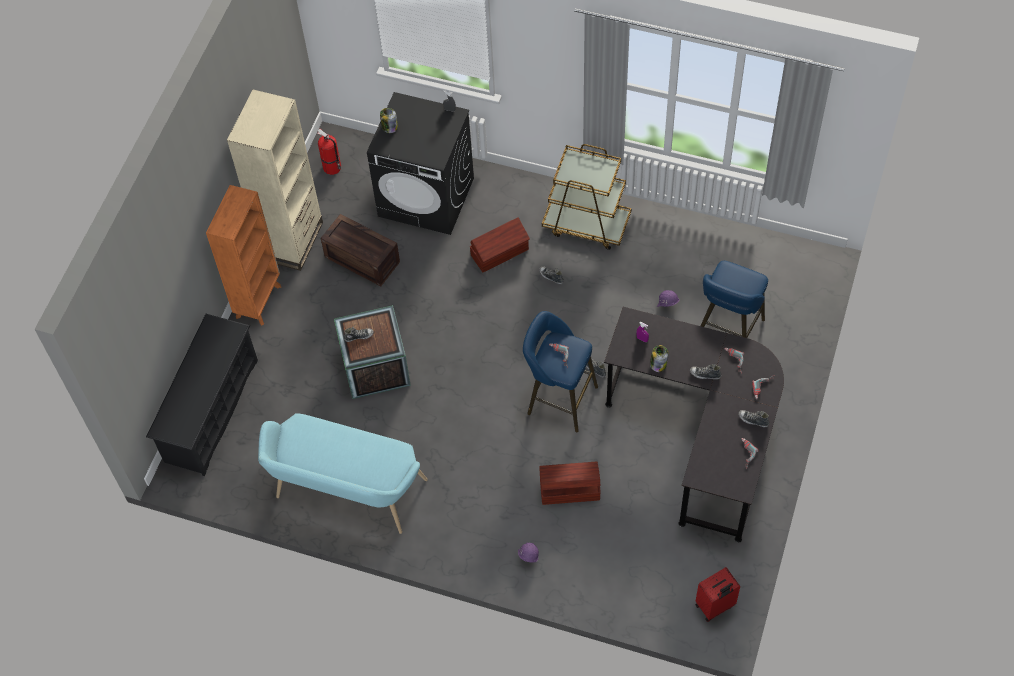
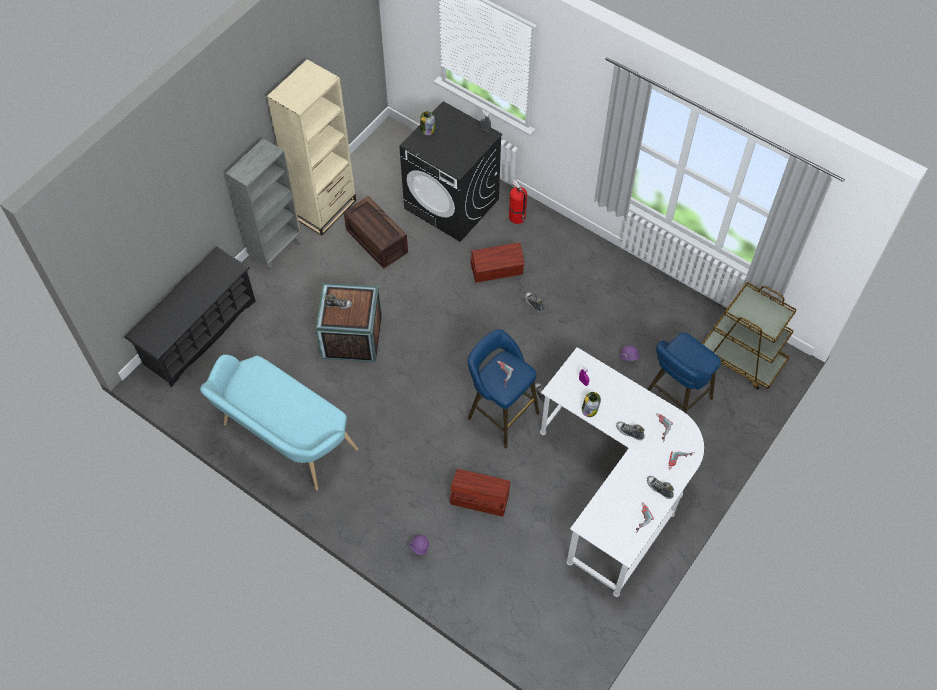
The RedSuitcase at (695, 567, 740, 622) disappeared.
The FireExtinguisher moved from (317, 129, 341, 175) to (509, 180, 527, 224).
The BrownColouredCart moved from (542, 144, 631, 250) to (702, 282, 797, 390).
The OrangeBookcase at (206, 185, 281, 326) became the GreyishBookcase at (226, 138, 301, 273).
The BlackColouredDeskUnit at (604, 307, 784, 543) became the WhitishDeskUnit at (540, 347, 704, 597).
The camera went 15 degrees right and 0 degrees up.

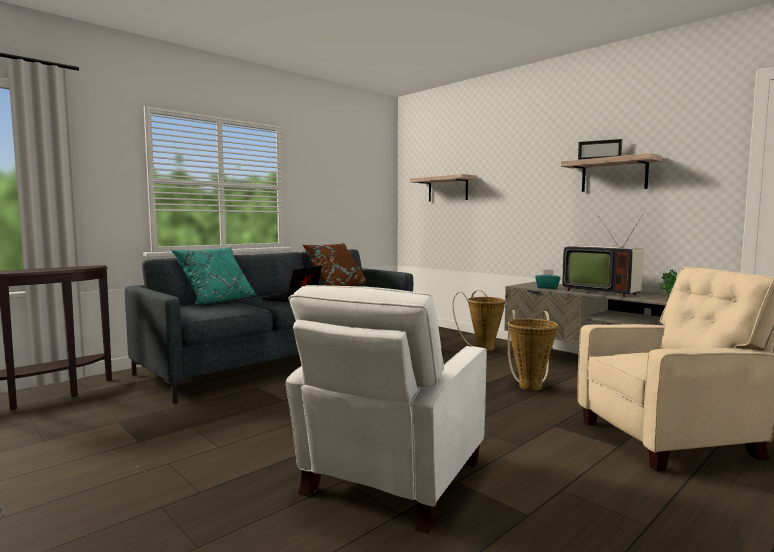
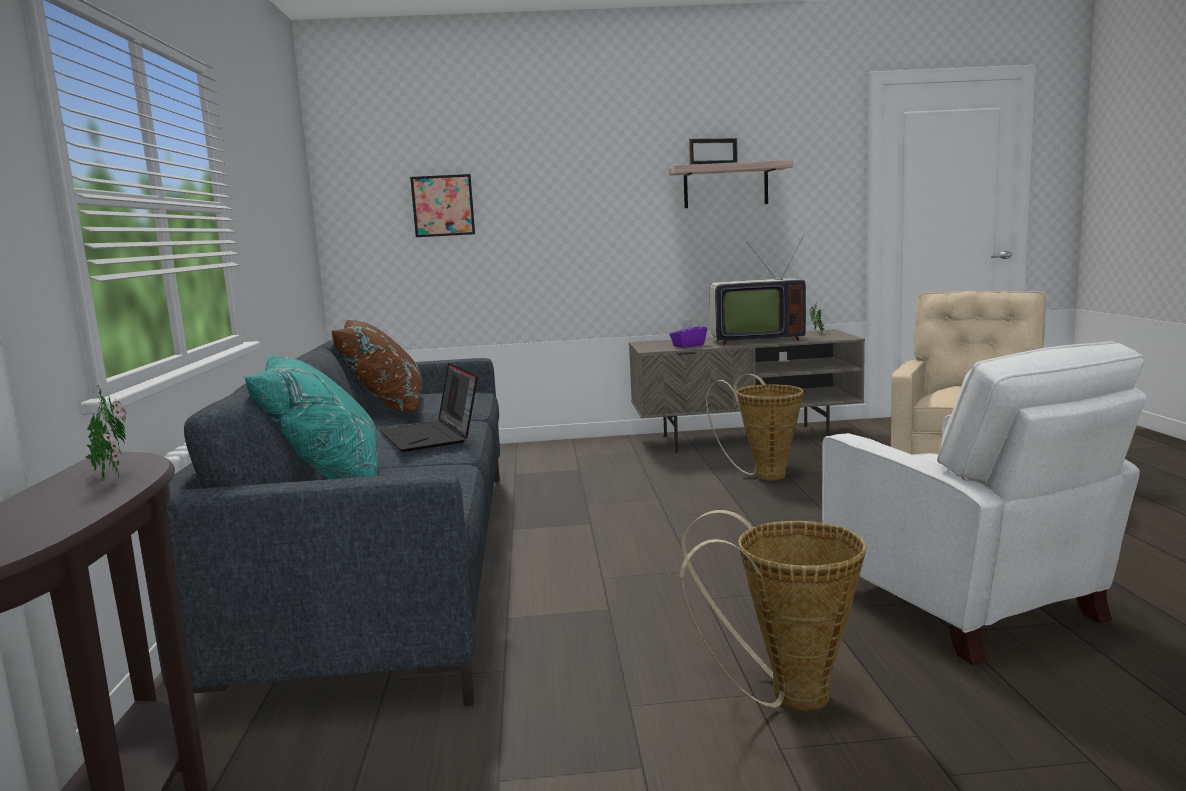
The PlantInAPot at (86, 387, 127, 481) appeared.
The Basket moved from (453, 290, 505, 351) to (680, 510, 866, 711).
The BracketShelf at (410, 174, 475, 202) was replaced by the WallPicture at (410, 174, 475, 237).
The TurquoiseColouredTissueBox at (535, 269, 560, 289) became the PurplishTissueBox at (670, 319, 707, 348).
The camera went 50 degrees left and 5 degrees up.

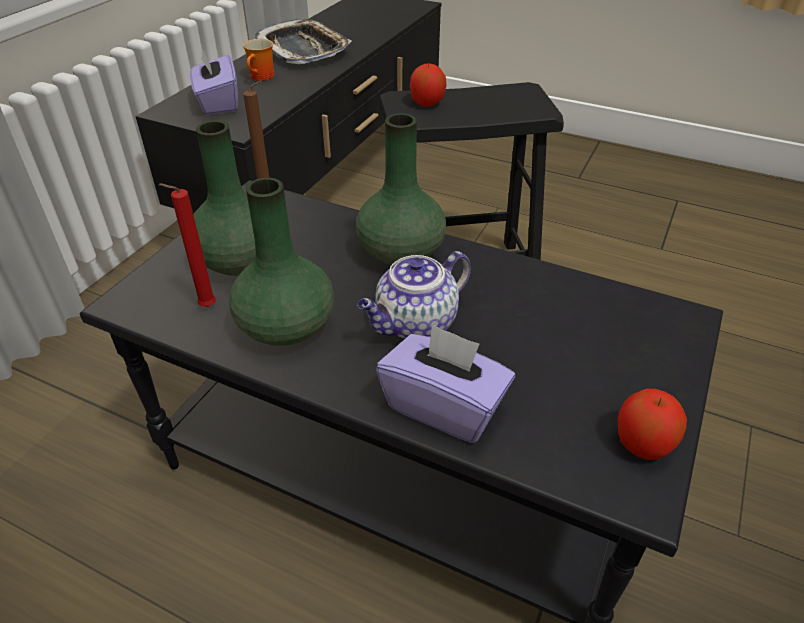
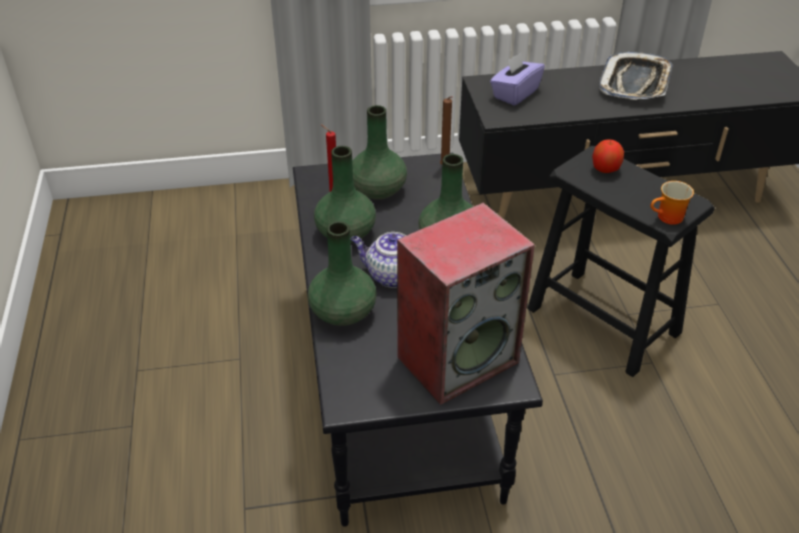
The AppleFruit at (618, 389, 687, 460) disappeared.
The Loudspeaker at (397, 203, 535, 405) appeared.
The CoffeeMug moved from (243, 39, 274, 81) to (651, 181, 694, 225).
The PurplishTissueBox at (376, 324, 515, 443) was replaced by the GreenishVase at (308, 221, 376, 326).
The camera went 55 degrees right and 0 degrees up.

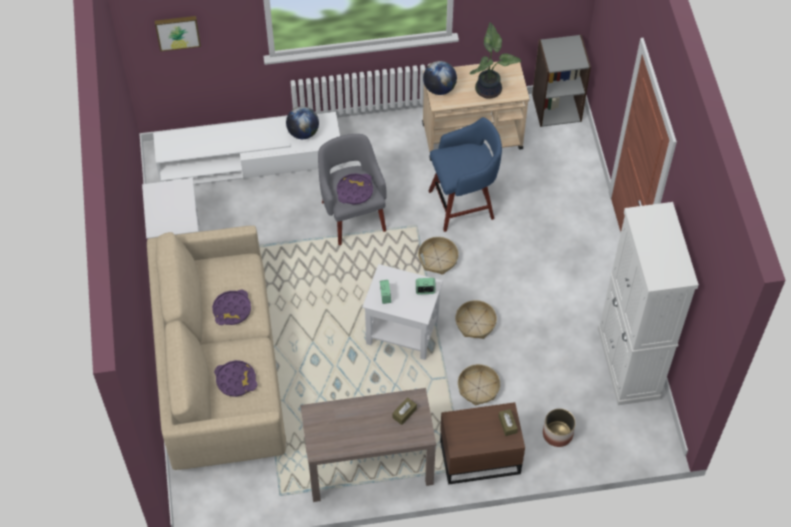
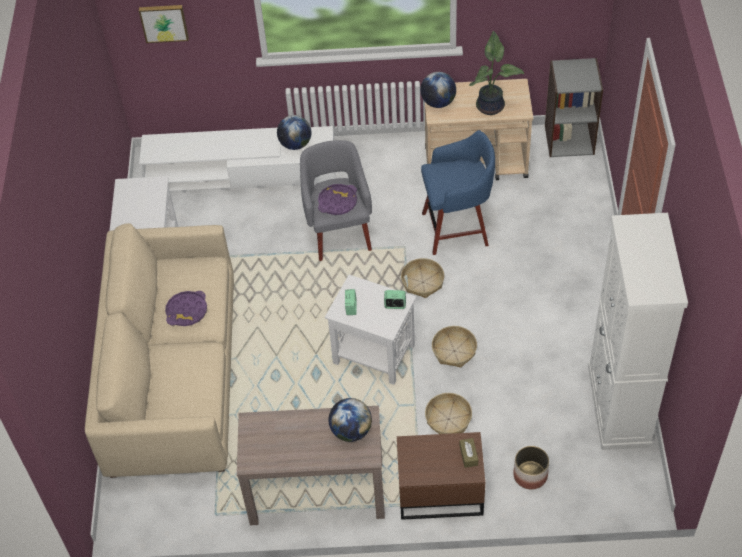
The PurplishCarryingTray at (214, 360, 257, 397) disappeared.
The BrownColouredTissueBox at (392, 397, 417, 425) was replaced by the DeskGlobe at (329, 398, 372, 442).
The camera went 10 degrees right and 5 degrees down.

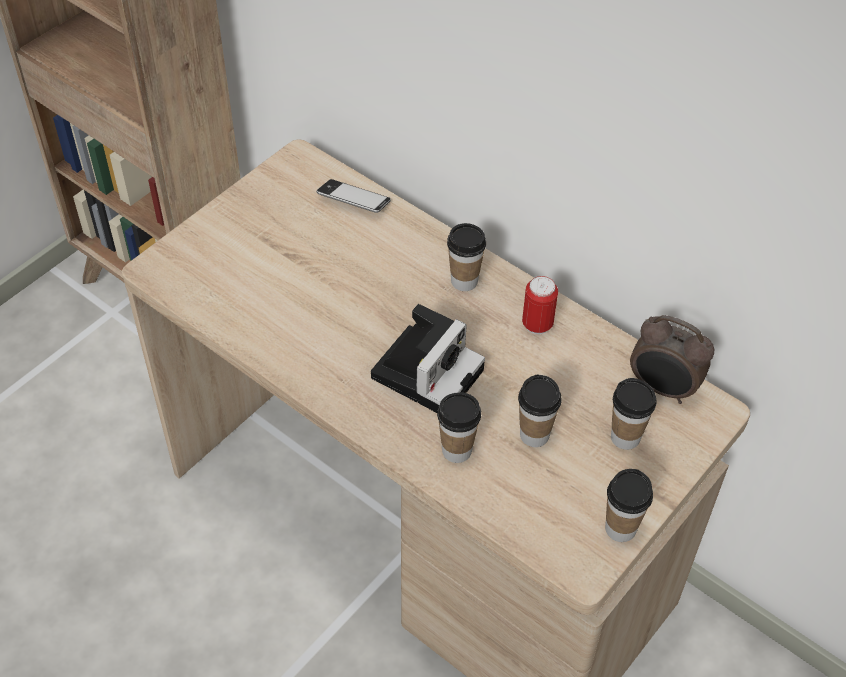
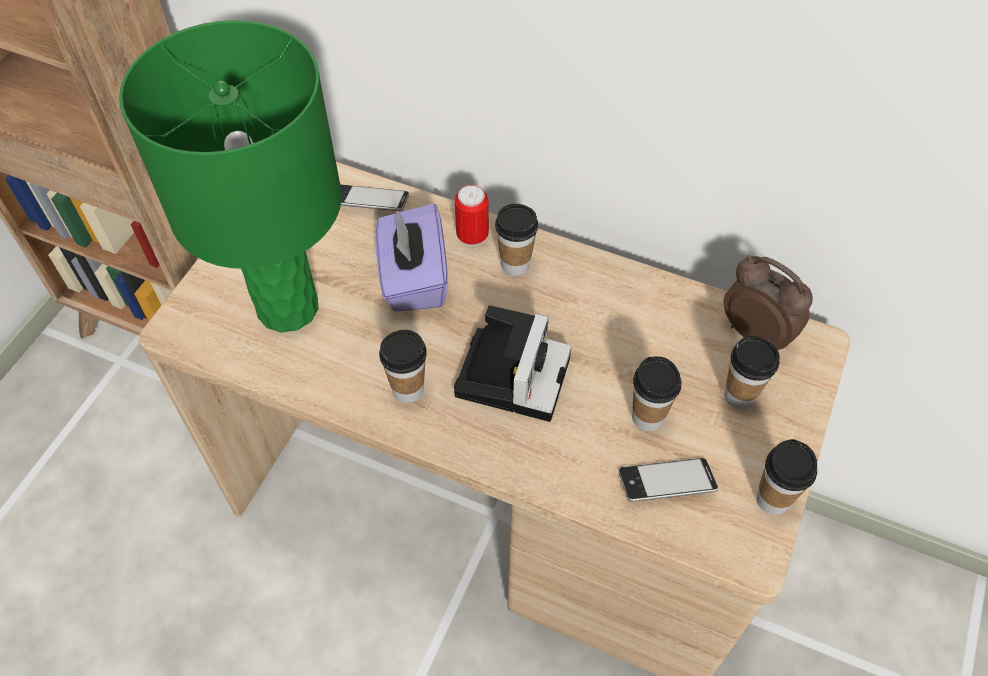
The GreenishLampForATable at (119, 20, 342, 333) appeared.
The PurplishTissueBox at (375, 203, 448, 312) appeared.
The Telephone at (619, 458, 718, 502) appeared.
The DrinkingCup moved from (437, 392, 481, 463) to (379, 330, 427, 403).
The MetalCan moved from (522, 276, 558, 334) to (455, 185, 489, 246).
The AlarmClock at (630, 315, 714, 404) turned 150 degrees counterclockwise.
The camera went 15 degrees left and 5 degrees up.

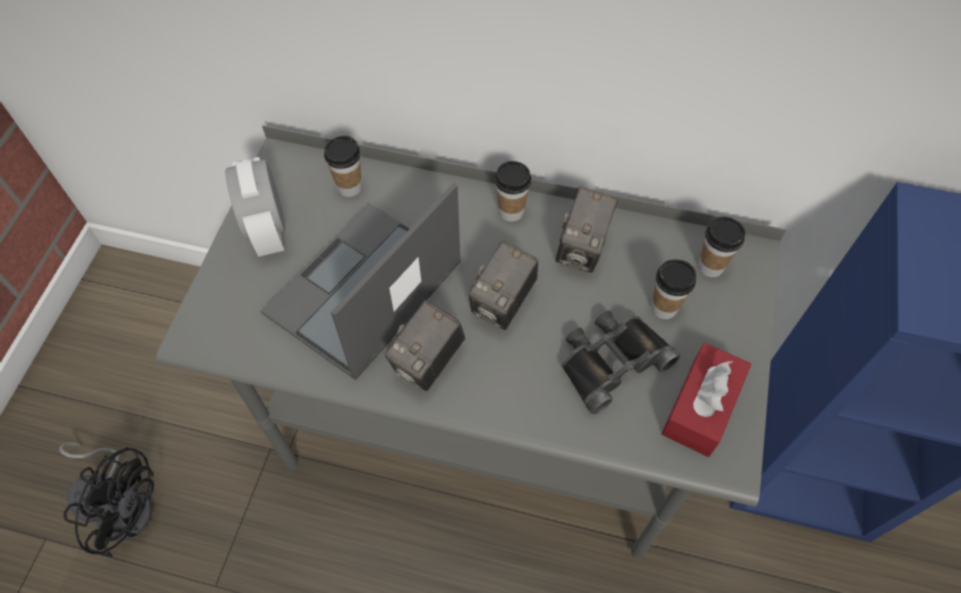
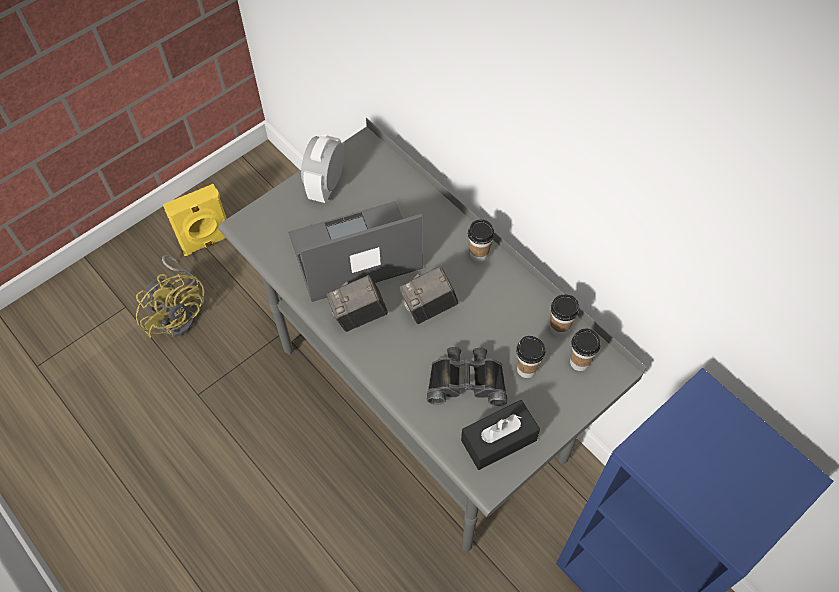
The StillCamera at (556, 186, 618, 273) disappeared.
The YellowLoudspeaker at (163, 184, 227, 256) appeared.
The DrinkingCup moved from (324, 136, 362, 197) to (550, 295, 579, 337).
The BlackColouredFan at (59, 442, 154, 558) became the YellowFan at (136, 255, 204, 338).
The RedTissueBox at (662, 343, 751, 457) became the BlackColouredTissueBox at (461, 400, 540, 470).
The camera went 35 degrees right and 0 degrees up.

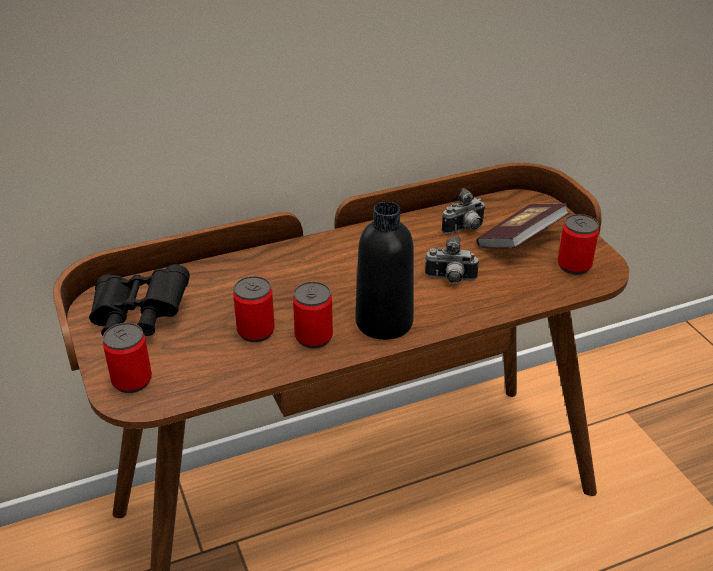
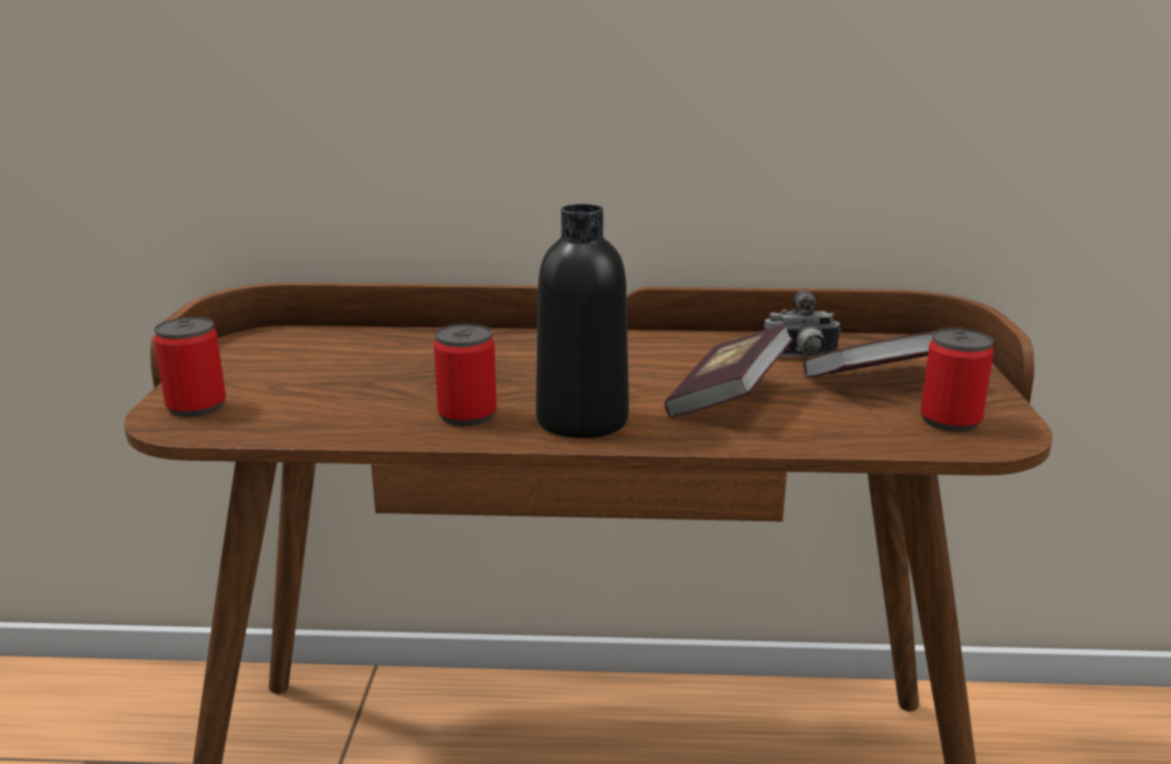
The BlackColouredPairOfBinoculars at (89, 264, 190, 336) disappeared.
The MetalCan at (233, 276, 275, 342) disappeared.
The StillCamera at (425, 236, 479, 283) was replaced by the BoundBook at (664, 324, 793, 417).
The camera went 25 degrees right and 15 degrees down.

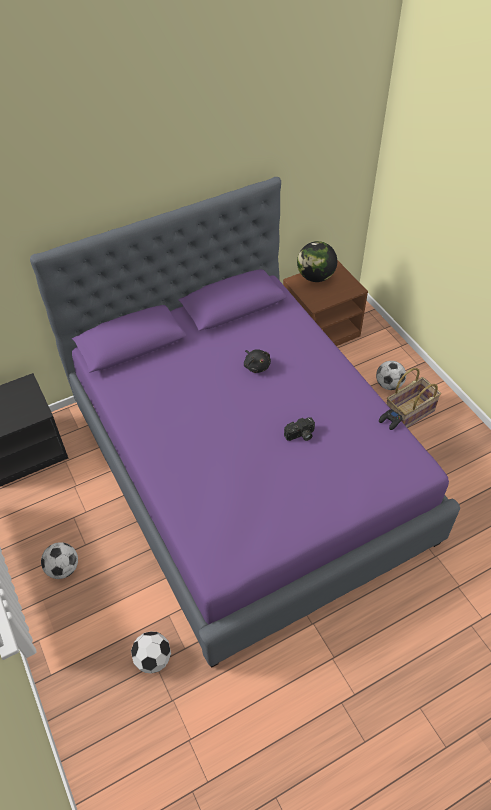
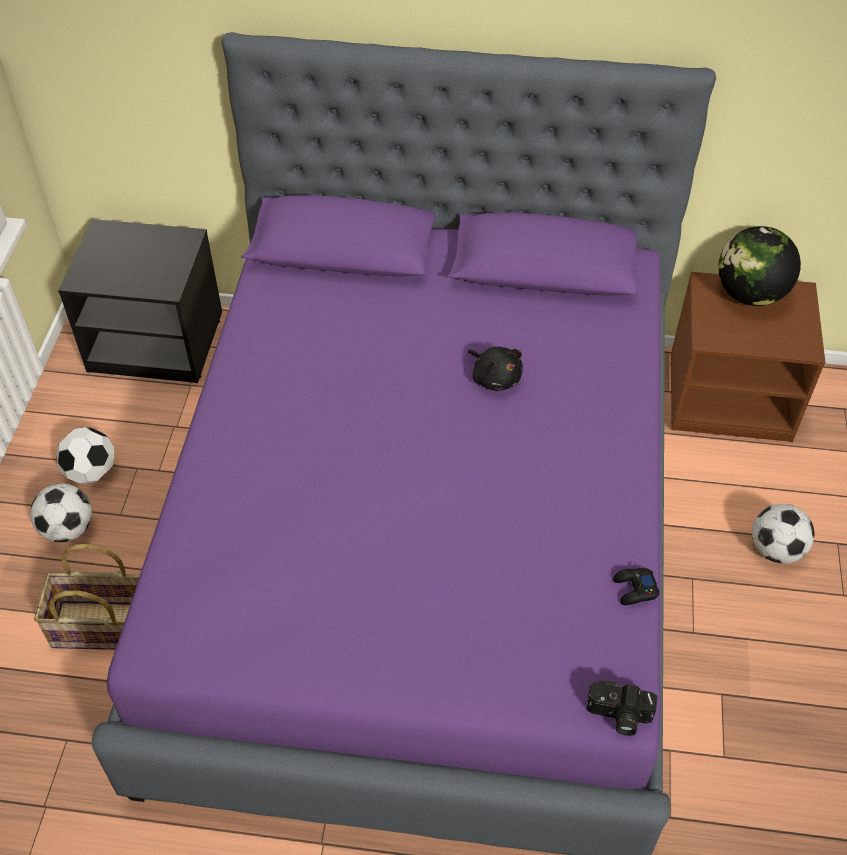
The Football moved from (131, 632, 171, 673) to (56, 427, 114, 484).
The StillCamera moved from (284, 417, 315, 441) to (586, 680, 657, 736).
The Basket moved from (386, 368, 441, 428) to (34, 544, 140, 650).
The BlackColouredCuddlyToy at (244, 349, 271, 373) turned 45 degrees counterclockwise.
The camera went 35 degrees right and 0 degrees up.

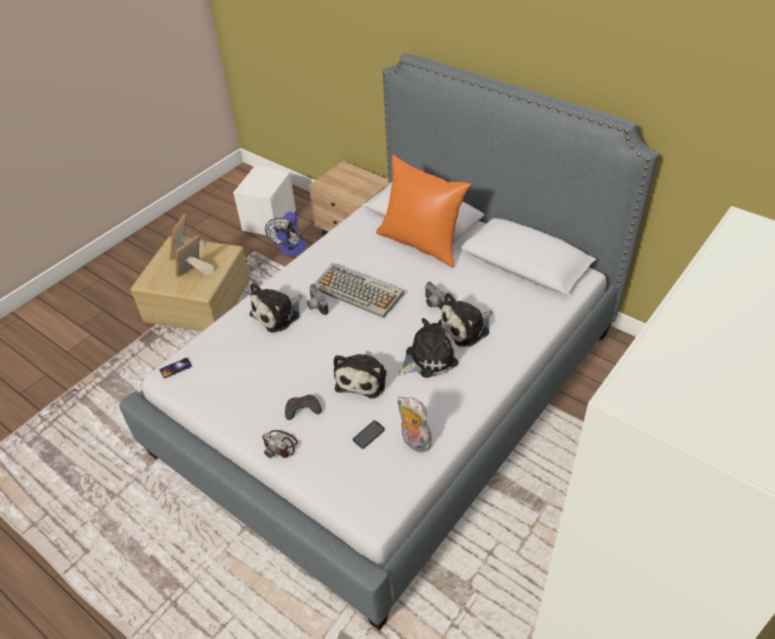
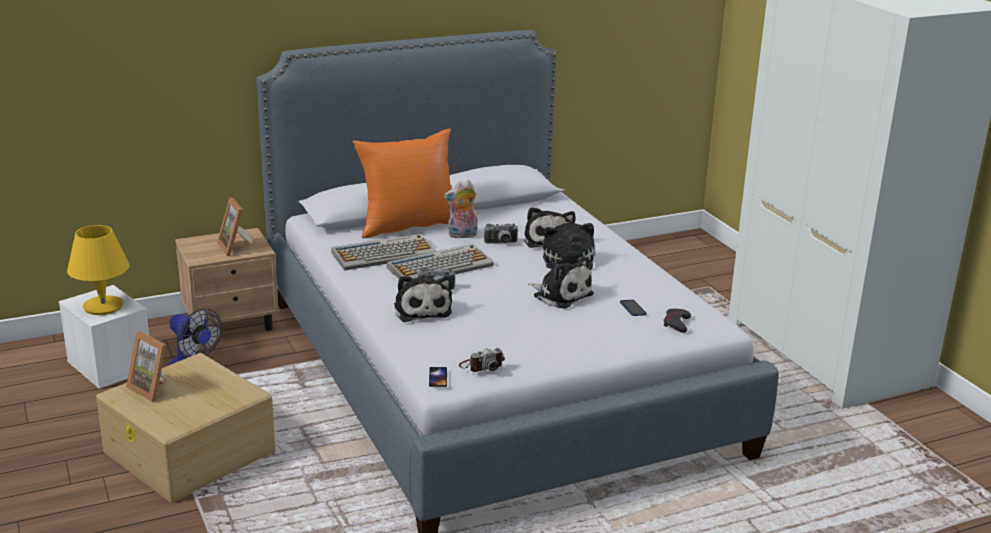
The YellowLampForATable at (67, 225, 130, 315) appeared.
The ComputerKeyboard at (332, 234, 436, 271) appeared.
The PictureFrame moved from (176, 235, 214, 277) to (217, 197, 252, 256).
The StillCamera moved from (262, 430, 298, 458) to (459, 348, 505, 372).
The GreyishJoypad moved from (285, 395, 322, 420) to (664, 309, 691, 333).
The CuddlyToy moved from (397, 397, 433, 452) to (444, 180, 478, 239).
The camera went 65 degrees left and 20 degrees down.

